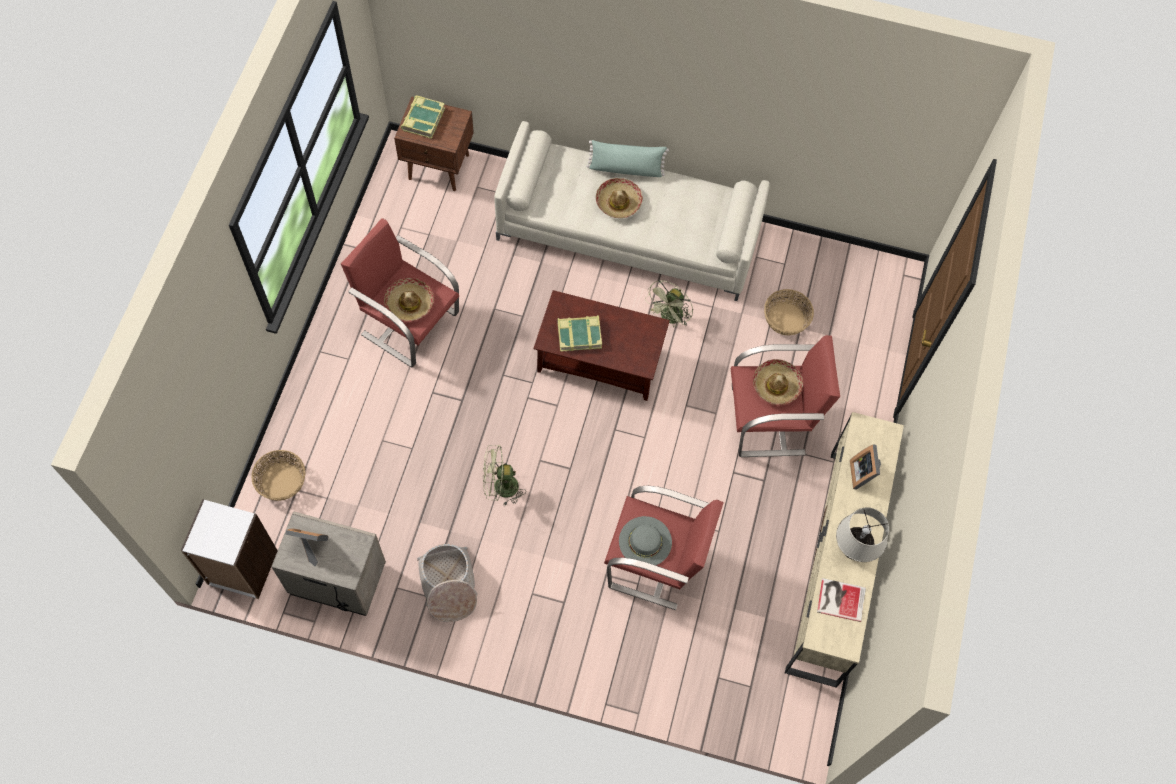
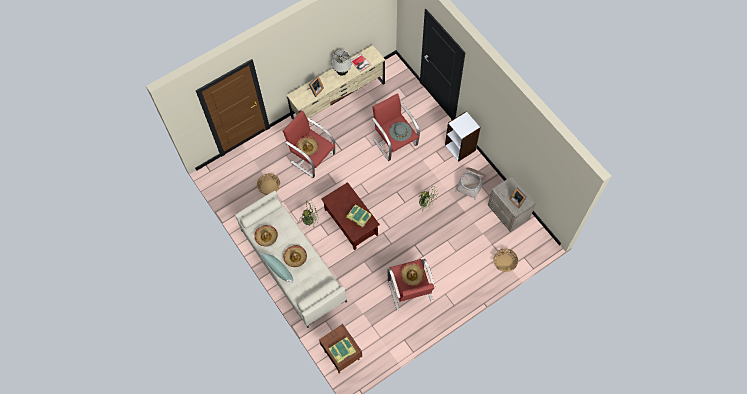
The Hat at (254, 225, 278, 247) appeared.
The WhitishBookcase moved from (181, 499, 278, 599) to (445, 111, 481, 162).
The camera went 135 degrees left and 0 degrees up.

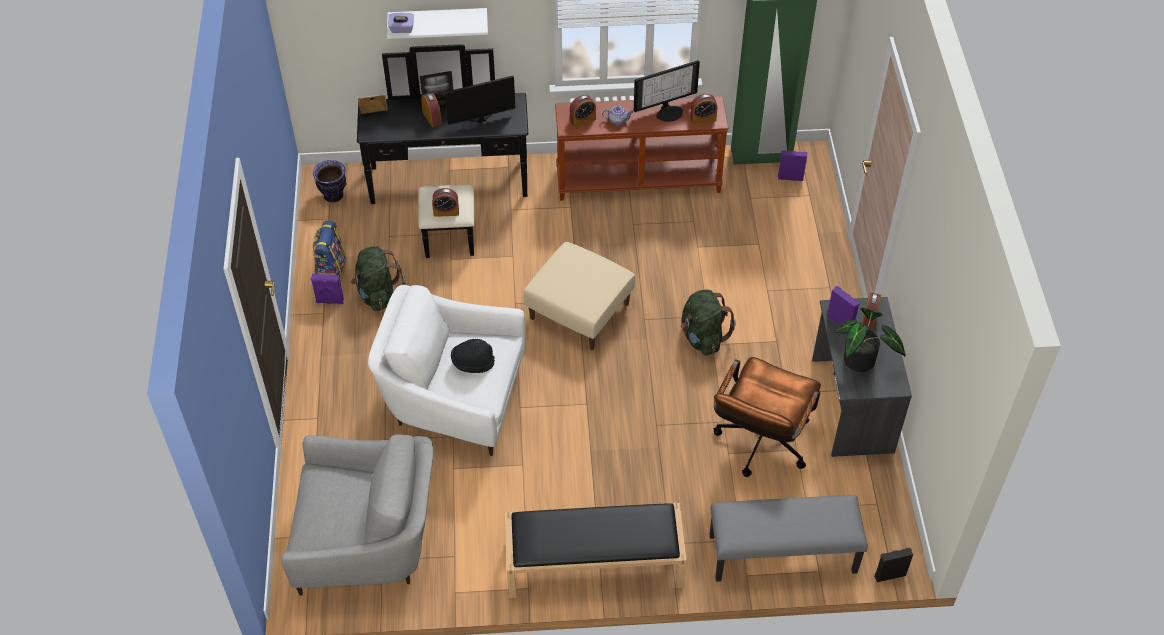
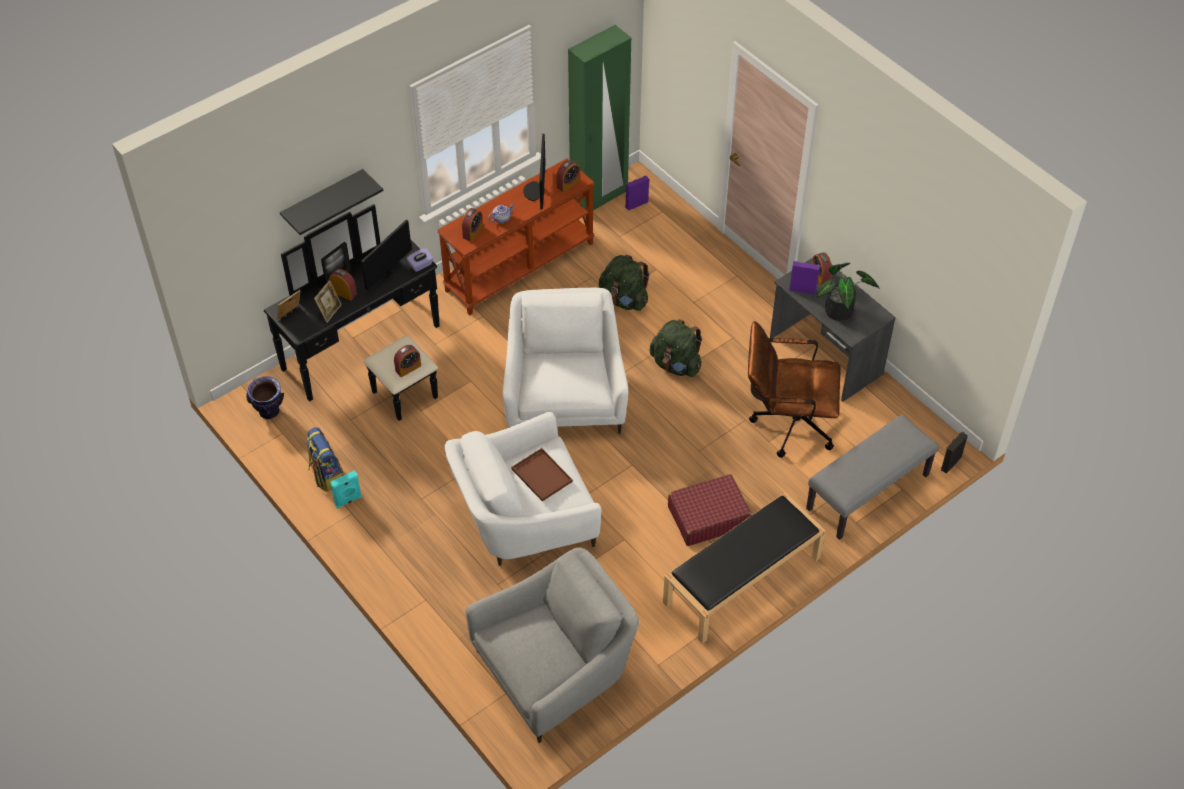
The PictureFrame at (314, 280, 342, 323) appeared.
The RedSuitcase at (668, 474, 751, 546) appeared.
The GreenishRucksack moved from (351, 246, 405, 311) to (599, 255, 650, 311).
The PurplishTissueBox moved from (388, 13, 414, 33) to (407, 248, 434, 272).
The BlackColouredHat at (451, 339, 495, 373) was replaced by the BrownColouredCarryingTray at (511, 448, 573, 501).
The BeigeColouredFootrest at (523, 242, 635, 350) was replaced by the WhitishEasyChair at (503, 288, 628, 434).
The PurplishLoudspeaker at (311, 274, 344, 304) became the TurquoiseColouredLoudspeaker at (330, 470, 362, 509).
The WhitishBracketShelf at (387, 8, 488, 39) became the BlackColouredBracketShelf at (280, 169, 383, 235).
The ComputerDisplay at (634, 60, 700, 122) turned 150 degrees clockwise.
The BrownColouredOfficeChair at (714, 357, 821, 477) turned 105 degrees clockwise.
The camera went 35 degrees left and 0 degrees up.

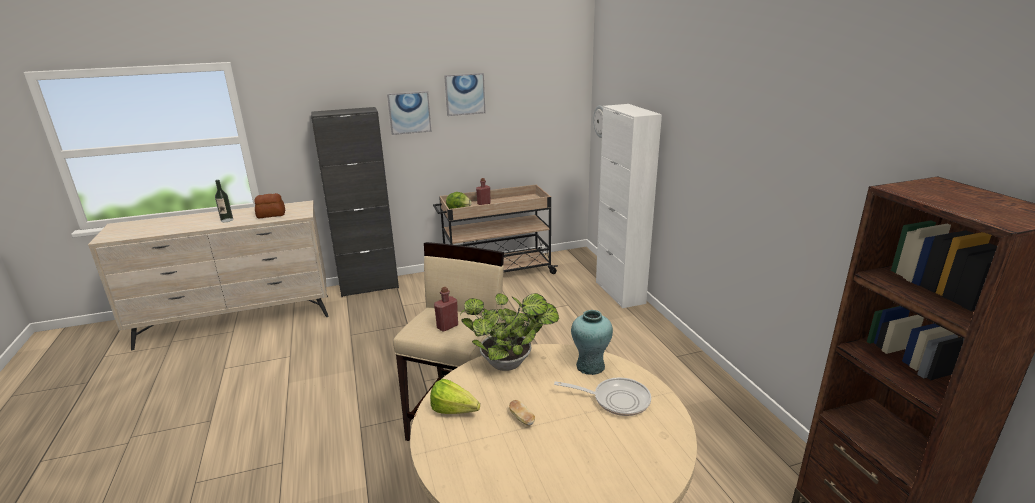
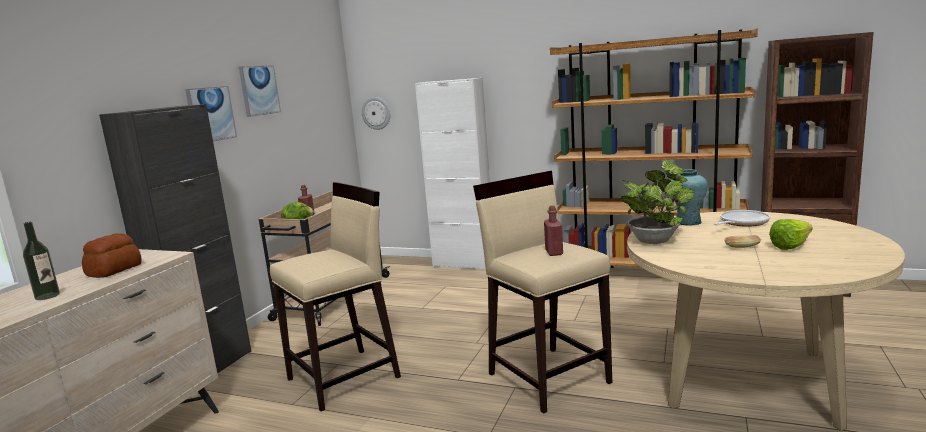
The BeigeColouredSittingStool at (270, 182, 401, 411) appeared.
The BrownColouredBookcase at (550, 29, 758, 268) appeared.
The Lettuce moved from (430, 379, 480, 414) to (769, 219, 813, 250).
The camera went 50 degrees left and 10 degrees down.

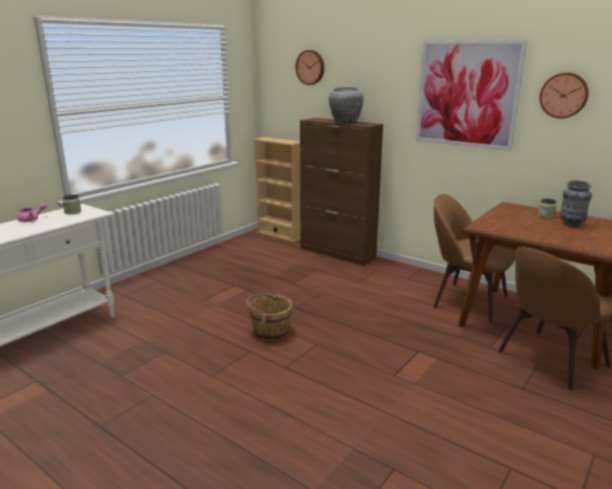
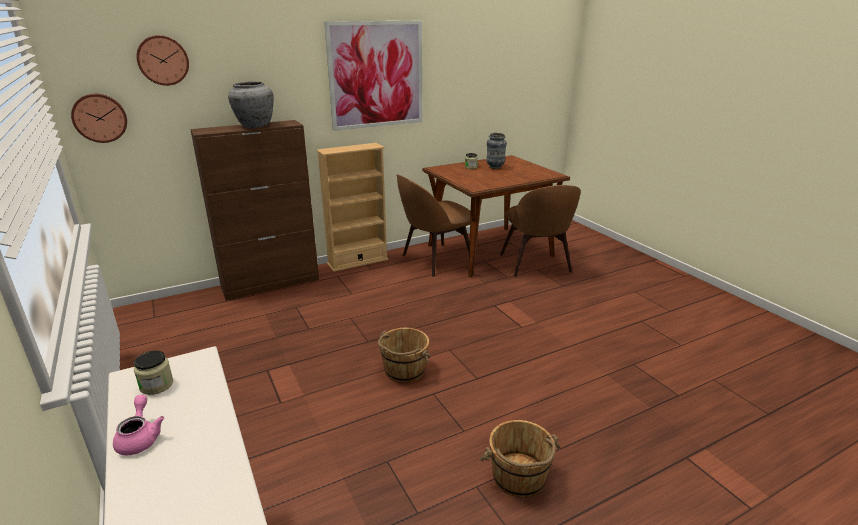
The BrownColouredWaterBucket at (480, 420, 561, 498) appeared.
The BeigeColouredBookcase moved from (253, 137, 300, 243) to (317, 143, 389, 272).
The WallClock moved from (540, 73, 589, 119) to (71, 94, 127, 143).
The camera went 65 degrees left and 5 degrees up.

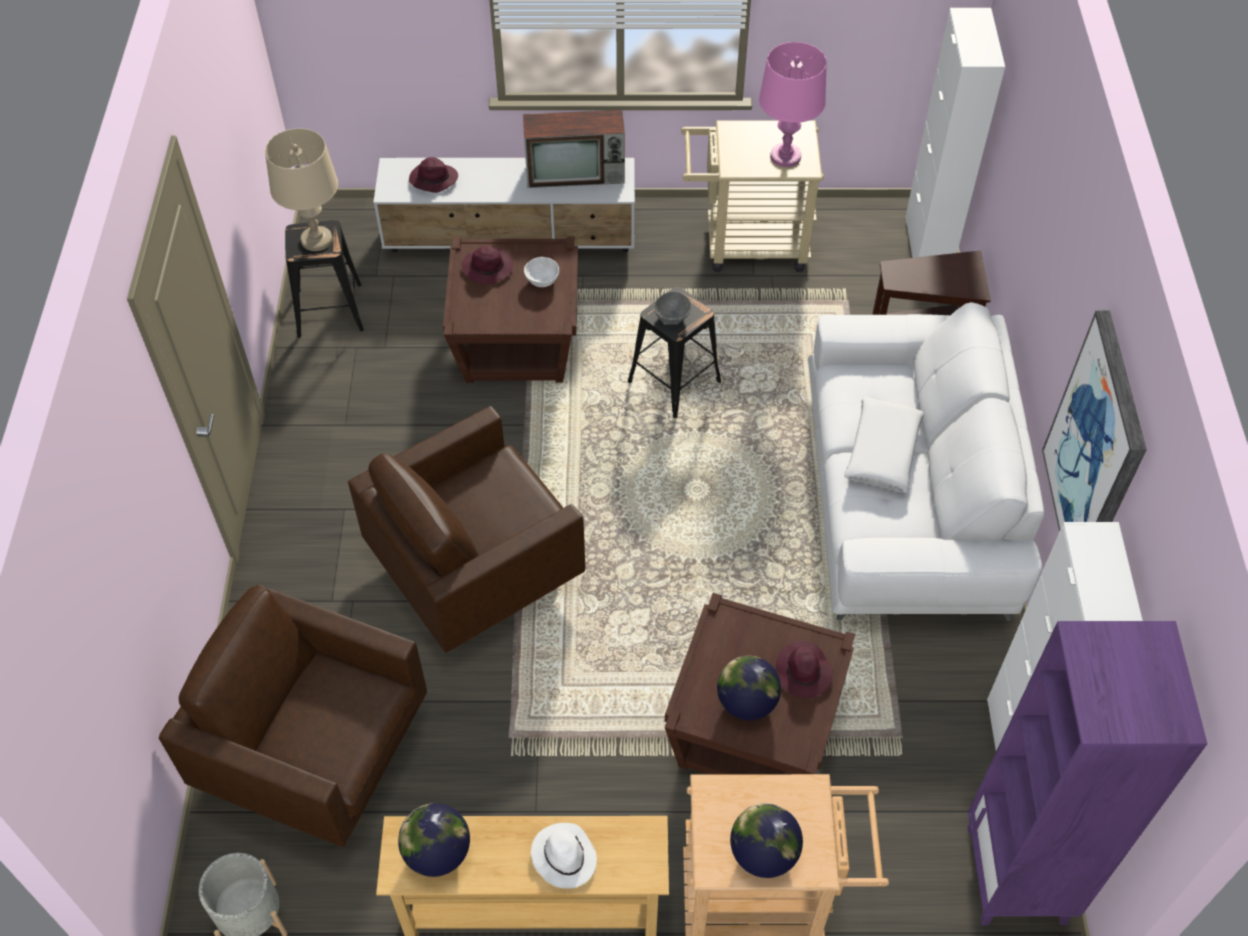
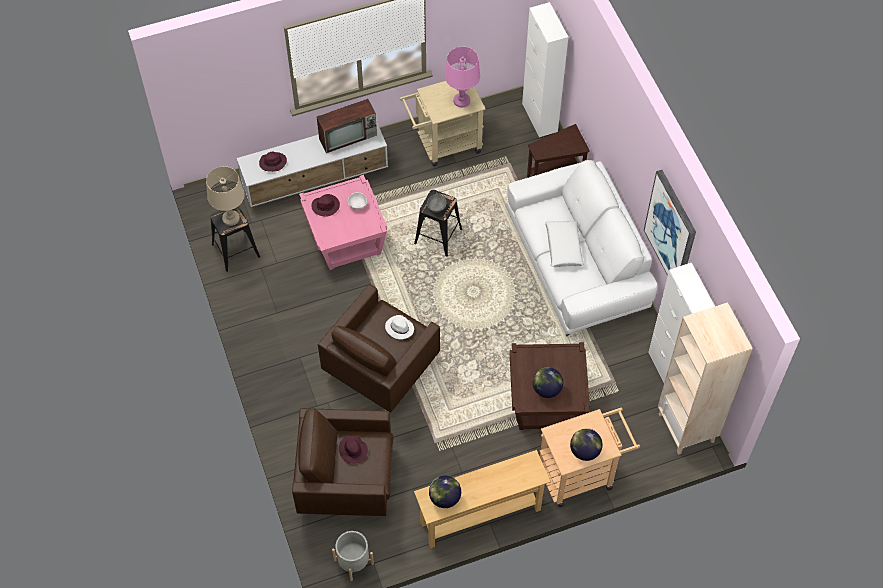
The WhitishHat moved from (531, 823, 597, 889) to (385, 315, 414, 339).
The PurplishHat moved from (775, 641, 833, 698) to (339, 435, 368, 464).
The BrownColouredAccentTable at (443, 236, 578, 383) became the PinkColouredAccentTable at (299, 175, 387, 270).
The PurplishBookcase at (967, 621, 1207, 925) became the BeigeColouredBookcase at (658, 302, 753, 455).
The camera went 20 degrees left and 5 degrees up.

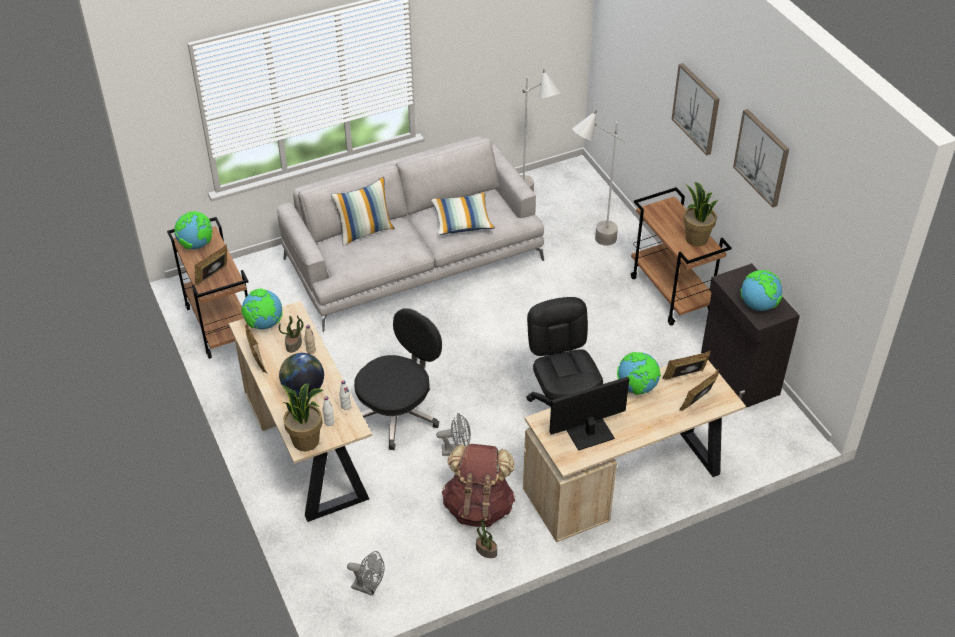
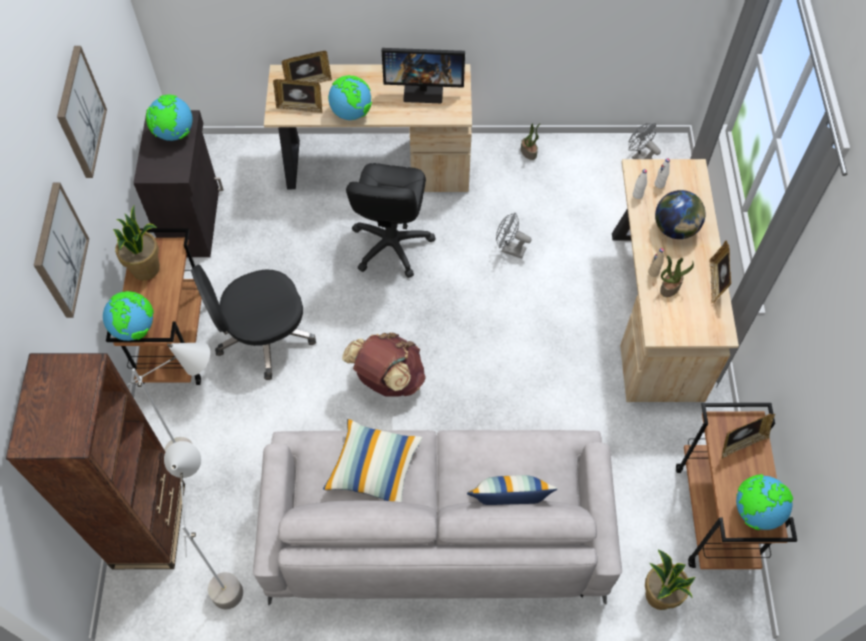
The BrownColouredBookcase at (6, 353, 185, 569) appeared.
The DeskGlobe moved from (241, 288, 283, 329) to (103, 291, 154, 341).
The PlantInAPot moved from (282, 383, 323, 451) to (645, 550, 695, 610).
The BlackColouredOfficeChair moved from (354, 308, 442, 450) to (191, 265, 316, 380).
The BrownColouredRucksack moved from (442, 444, 516, 527) to (342, 333, 426, 397).
The camera went 155 degrees left and 15 degrees up.

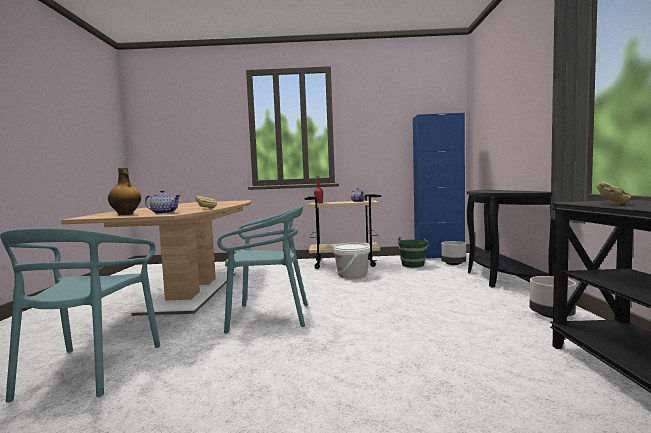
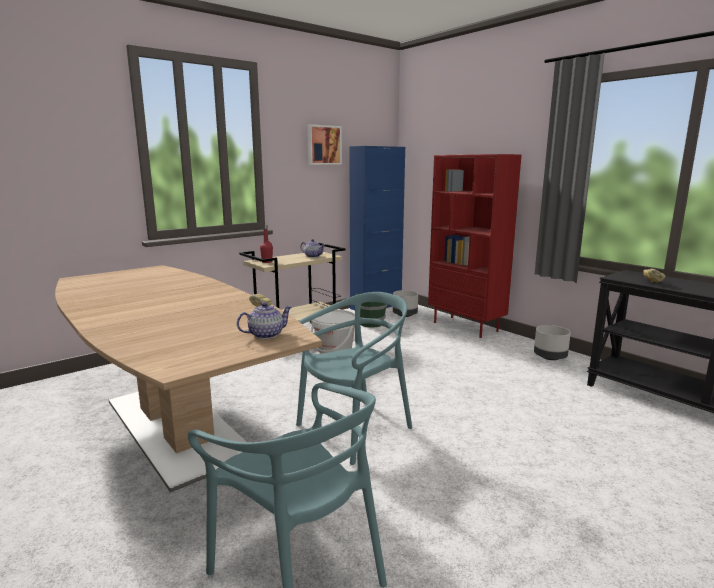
The Bottle at (108, 168, 141, 215) disappeared.
The WallPicture at (308, 125, 342, 165) appeared.
The BlackColouredHallTable at (467, 190, 555, 288) was replaced by the RedBookcase at (428, 154, 522, 338).
The camera went 40 degrees left and 10 degrees up.

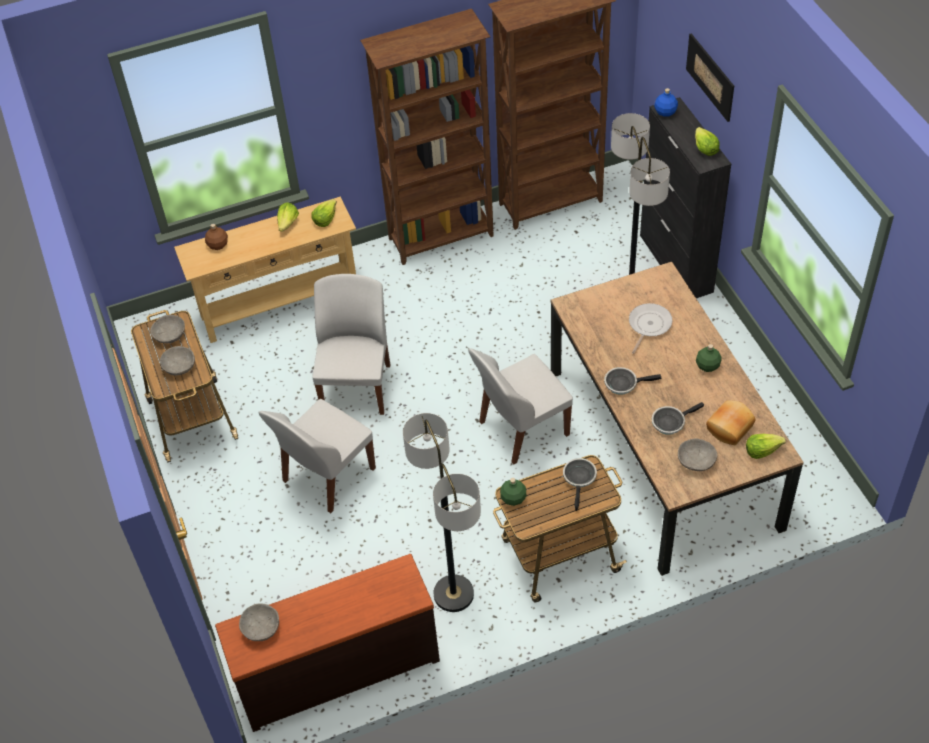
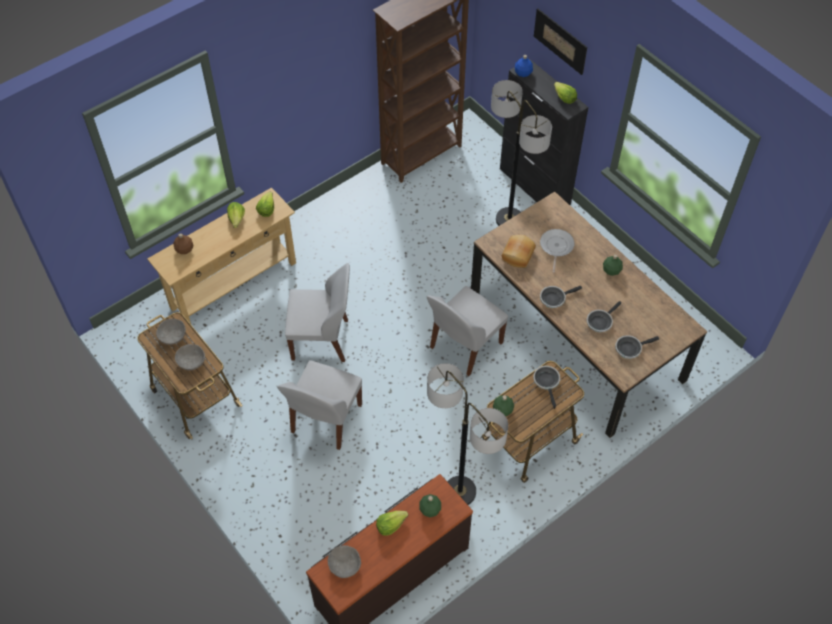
The BrownColouredBookcase at (360, 9, 494, 265) disappeared.
The GreenishBottle at (419, 494, 441, 517) appeared.
The BakedBread moved from (706, 400, 755, 445) to (502, 235, 536, 268).
The Lettuce moved from (746, 434, 786, 459) to (376, 511, 409, 536).
The GreyishBowl at (678, 438, 717, 471) was replaced by the Skillet at (615, 335, 659, 359).
The WhitishChair at (312, 274, 390, 415) turned 105 degrees clockwise.
The camera went 20 degrees left and 5 degrees up.

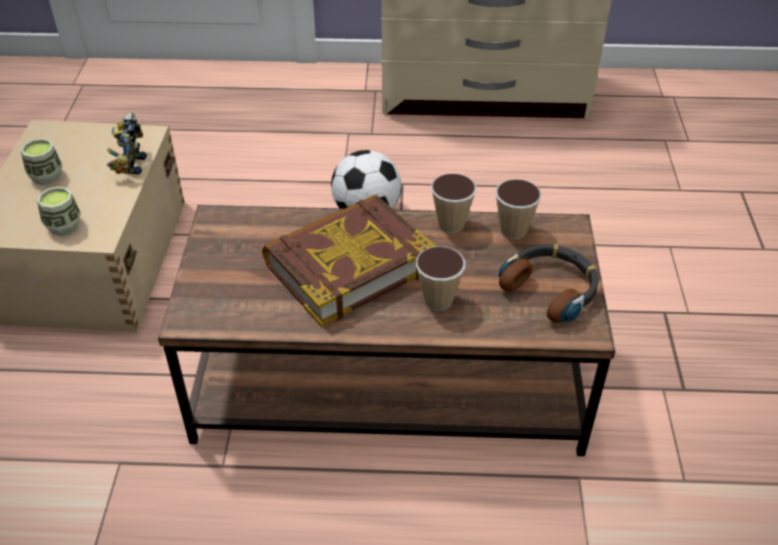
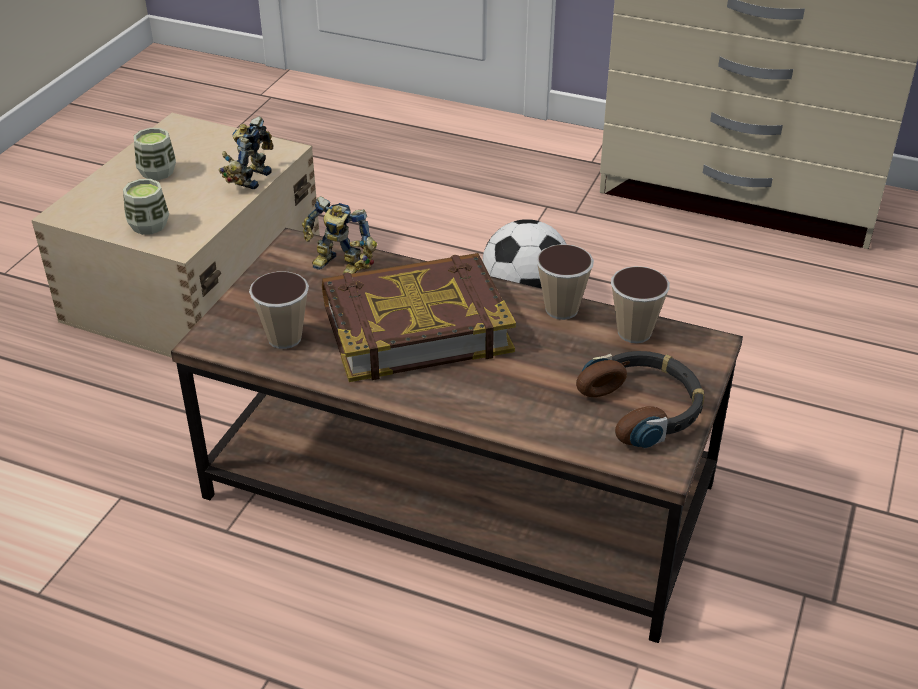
The ModelRobot at (302, 196, 377, 274) appeared.
The DrinkingCup moved from (415, 246, 465, 311) to (249, 271, 309, 349).
The camera went 20 degrees right and 5 degrees down.

